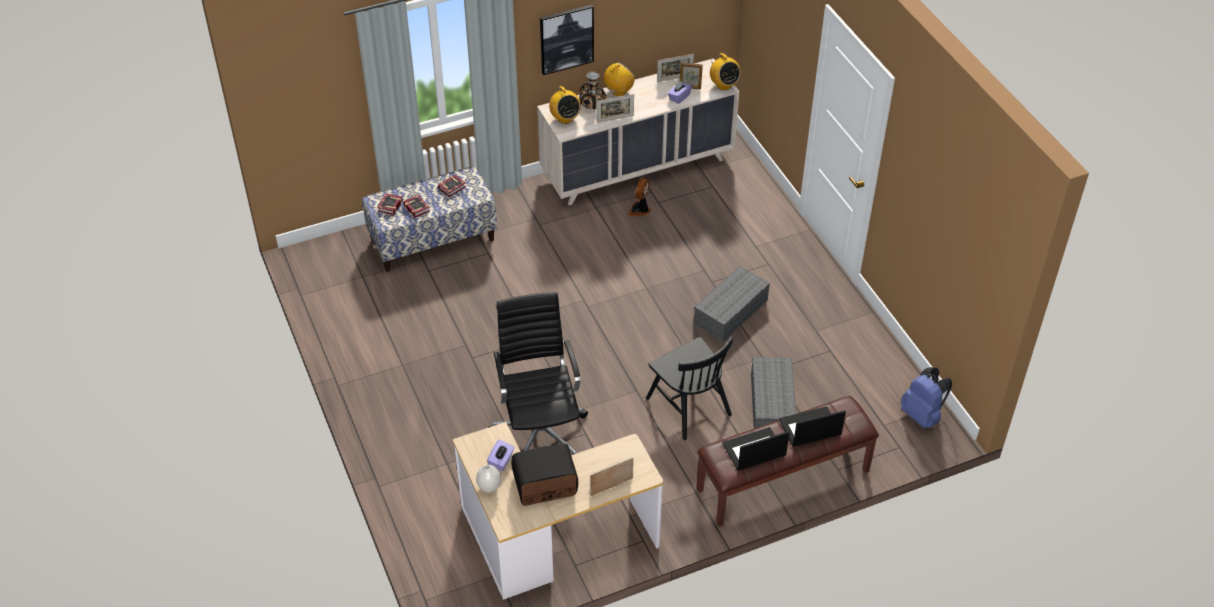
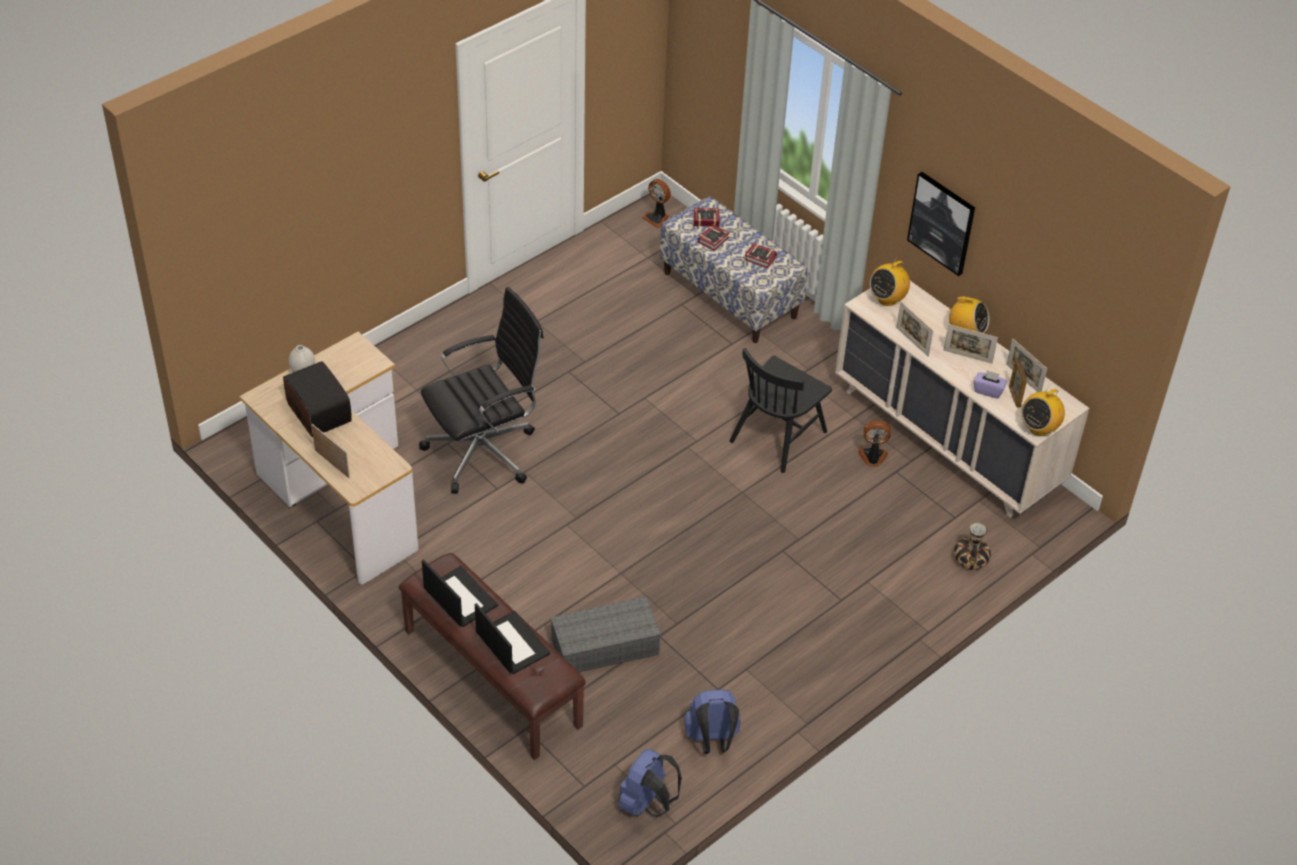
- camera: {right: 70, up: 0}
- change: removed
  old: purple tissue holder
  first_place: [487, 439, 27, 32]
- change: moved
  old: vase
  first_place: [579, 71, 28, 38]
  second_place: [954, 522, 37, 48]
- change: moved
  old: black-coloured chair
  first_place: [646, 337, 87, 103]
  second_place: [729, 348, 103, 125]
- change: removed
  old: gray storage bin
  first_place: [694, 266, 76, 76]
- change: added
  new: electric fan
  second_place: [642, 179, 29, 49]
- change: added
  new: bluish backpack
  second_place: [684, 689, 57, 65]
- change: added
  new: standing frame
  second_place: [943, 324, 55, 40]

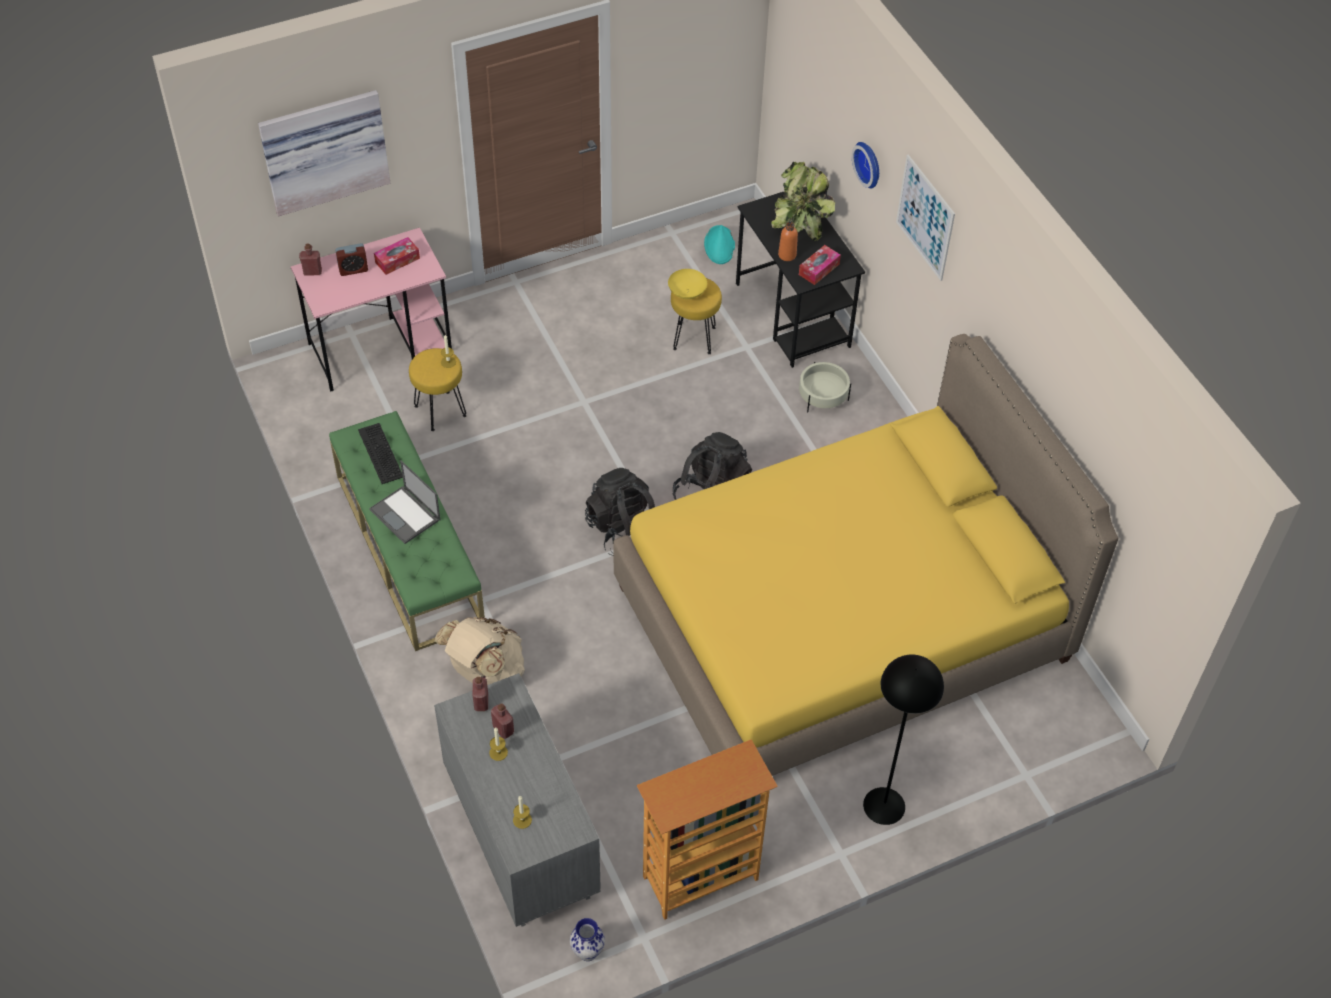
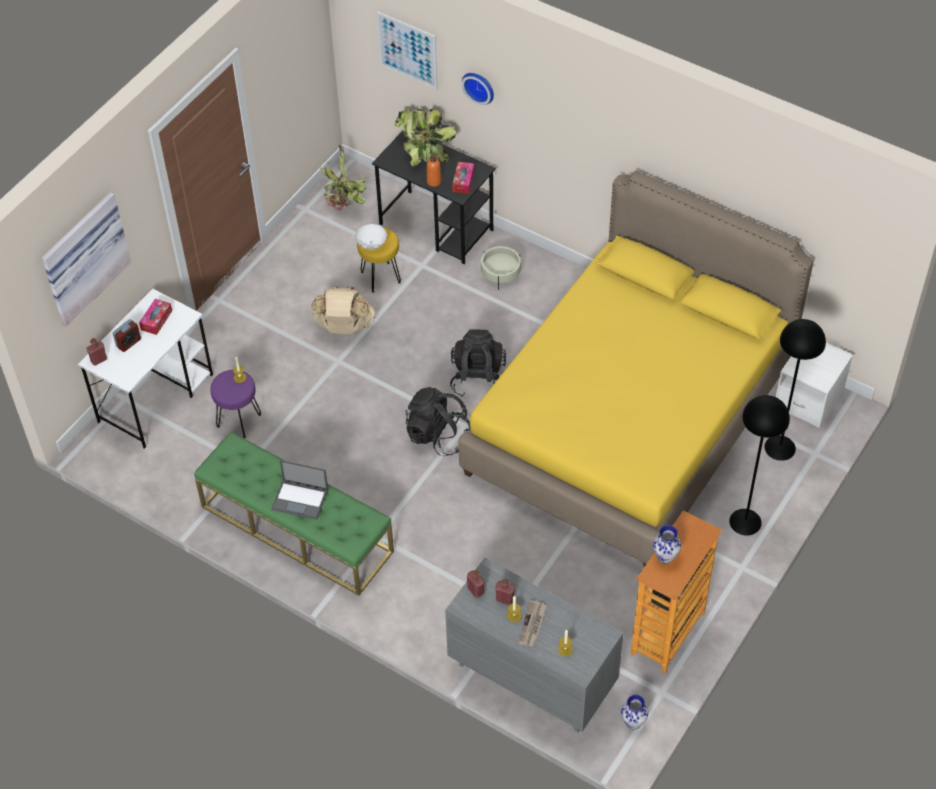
- camera: {right: -30, up: 0}
- change: recoloured
  old: pinkish desk
  new: white-coloured desk
  first_place: [291, 228, 161, 164]
  second_place: [78, 289, 135, 160]
- change: removed
  old: PC keyboard
  first_place: [358, 423, 45, 61]
- change: recoloured
  old: yellow stool
  new: purple stool
  first_place: [409, 348, 57, 83]
  second_place: [210, 370, 51, 68]
- change: moved
  old: beige backpack
  first_place: [434, 617, 91, 68]
  second_place: [311, 286, 64, 48]
- change: recoloured
  old: yellow bowl
  new: white-coloured bowl
  first_place: [668, 269, 39, 30]
  second_place: [355, 224, 32, 25]
- change: replaced
  old: turquoise-coloured hat
  new: potted plant
  first_place: [704, 225, 31, 39]
  second_place: [319, 145, 48, 66]
- change: moved
  old: wall art
  first_place: [896, 154, 59, 127]
  second_place: [377, 11, 61, 78]
- change: added
  new: newspaper
  second_place: [518, 600, 29, 46]
- change: added
  new: vase
  second_place: [653, 525, 28, 39]
- change: added
  new: black-coloured standard lamp
  second_place: [764, 319, 62, 142]
- change: added
  new: white-coloured bedside table
  second_place: [776, 343, 77, 85]

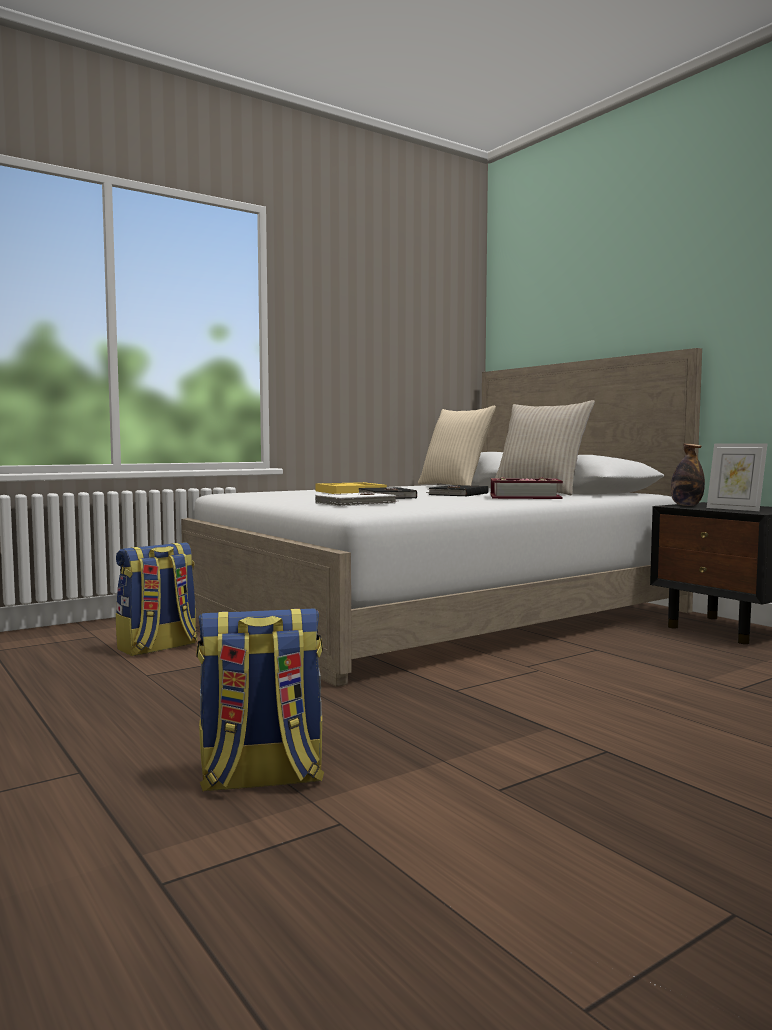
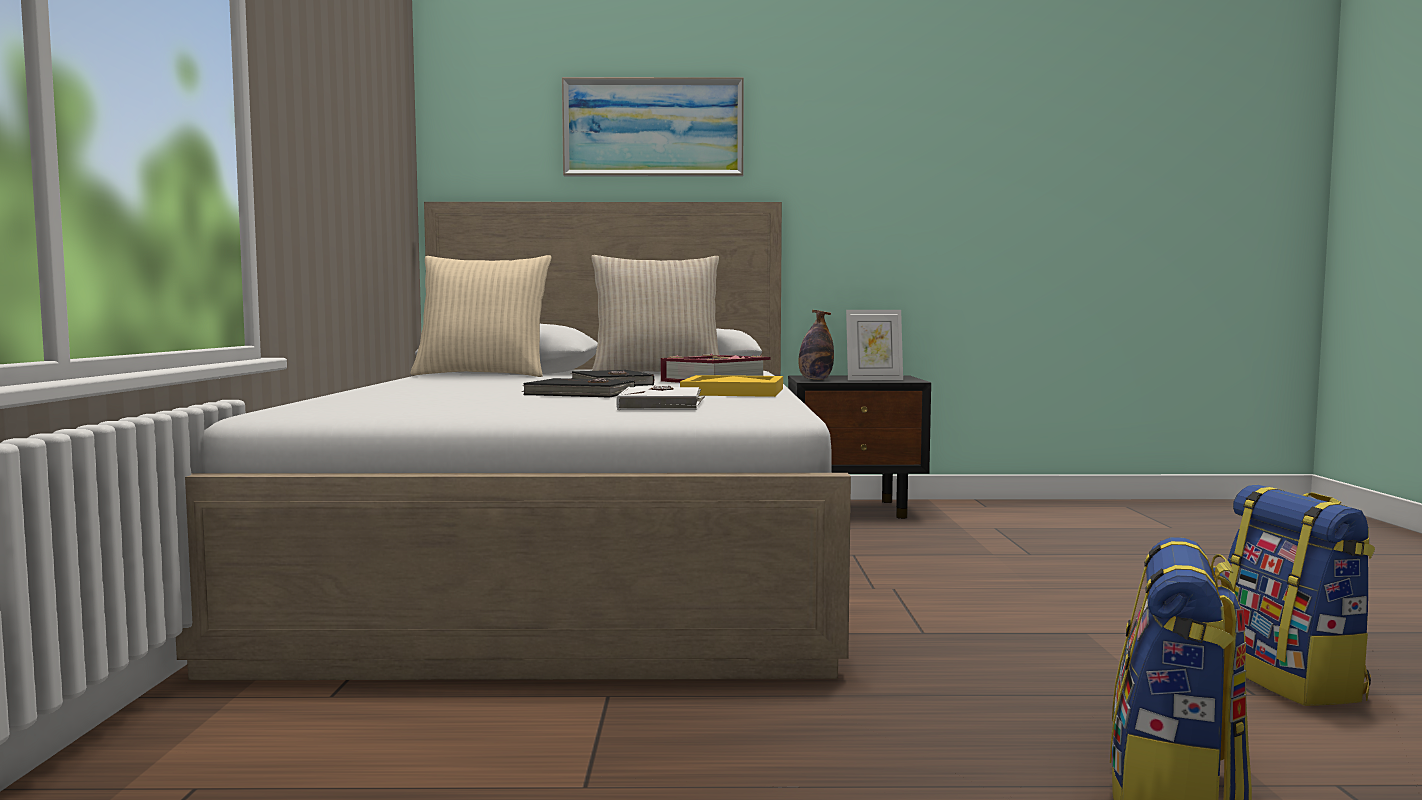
- camera: {right: -55, up: 0}
- change: moved
  old: backpack
  first_place: [116, 542, 82, 114]
  second_place: [1224, 485, 151, 221]
- change: moved
  old: yellow serving tray
  first_place: [315, 482, 72, 12]
  second_place: [680, 375, 103, 22]
- change: added
  new: wall art
  second_place: [562, 77, 182, 100]

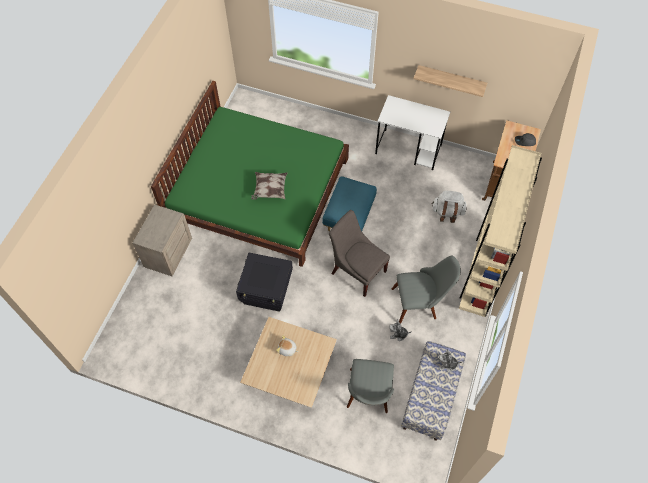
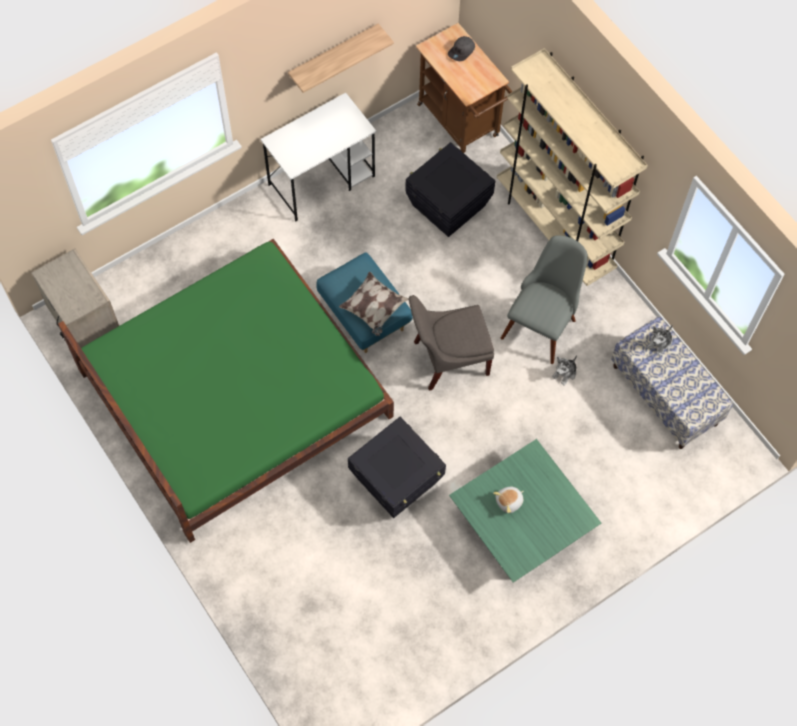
- camera: {right: -55, up: 5}
- change: moved
  old: beige bedside table
  first_place: [133, 204, 59, 72]
  second_place: [31, 249, 88, 99]
- change: recoloured
  old: beige coffee table
  new: green-coloured coffee table
  first_place: [240, 317, 97, 91]
  second_place: [449, 439, 152, 144]
- change: moved
  old: throw pillow
  first_place: [251, 172, 36, 28]
  second_place: [339, 271, 70, 65]
- change: removed
  old: gray chair
  first_place: [347, 359, 47, 54]
- change: replaced
  old: white-coloured backpack
  new: black-coloured storage bin
  first_place: [431, 191, 36, 32]
  second_place: [405, 142, 90, 95]

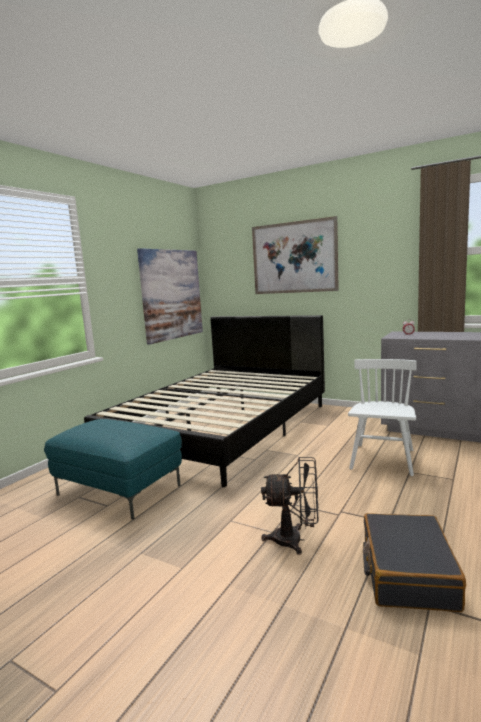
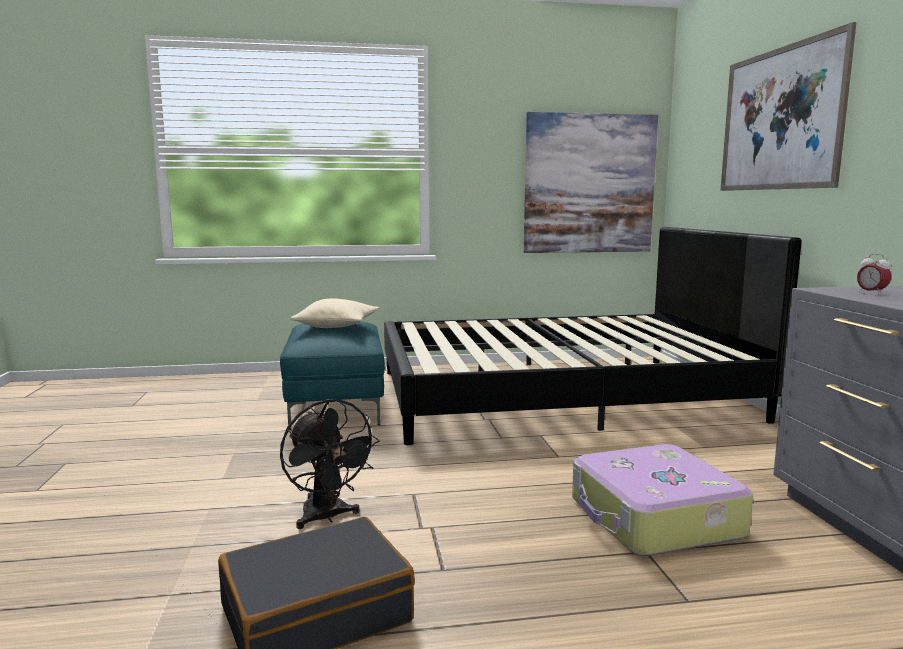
- camera: {right: 50, up: 0}
- change: replaced
  old: white-coloured chair
  new: travel case
  first_place: [348, 359, 69, 117]
  second_place: [572, 444, 181, 112]
- change: added
  new: beige throw pillow
  second_place: [290, 298, 89, 30]

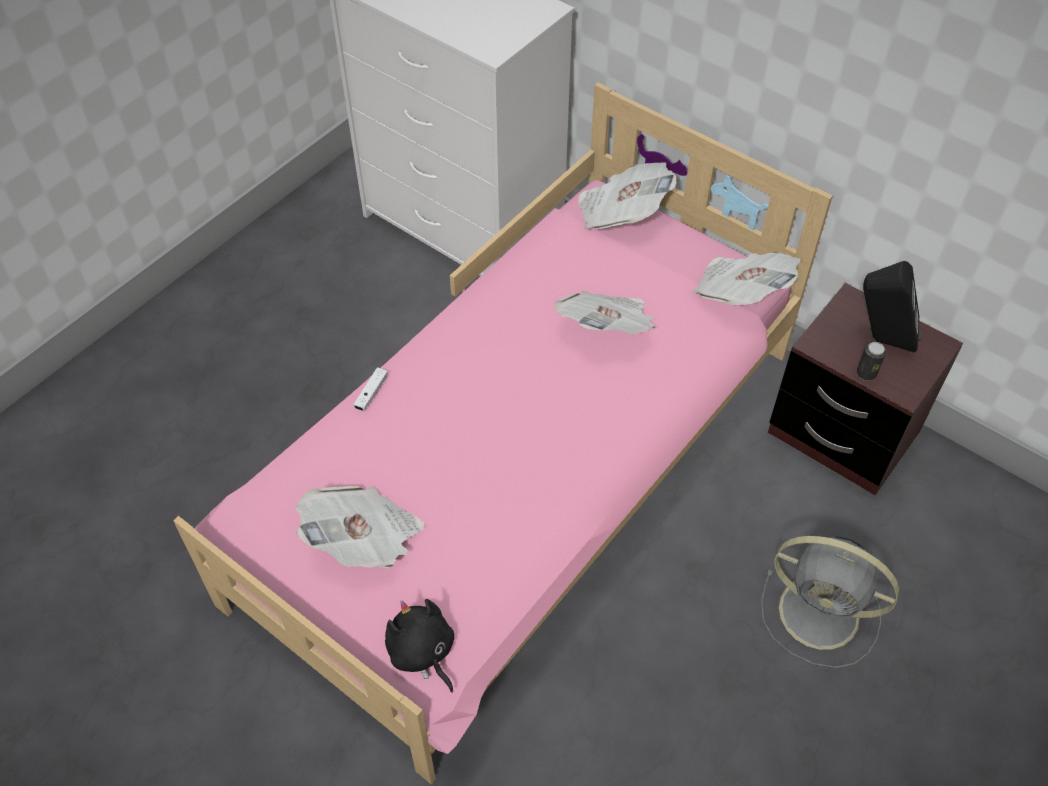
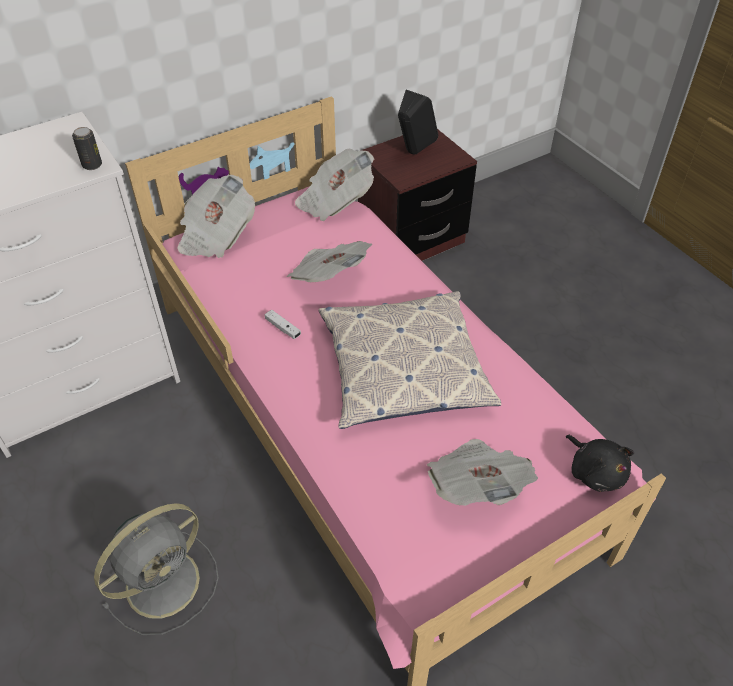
- camera: {right: -70, up: -5}
- change: moved
  old: white-coloured joypad
  first_place: [354, 367, 34, 44]
  second_place: [265, 310, 36, 29]
- change: turned
  old: black-coloured cuddly toy
  first_place: [385, 599, 69, 94]
  second_place: [566, 434, 68, 58]
  degrees: -105
- change: moved
  old: gray electric fan
  first_place: [761, 536, 138, 132]
  second_place: [94, 503, 125, 132]
- change: moved
  old: sealed can
  first_place: [857, 342, 29, 38]
  second_place: [72, 127, 30, 43]
- change: added
  new: throw pillow
  second_place: [318, 291, 183, 138]

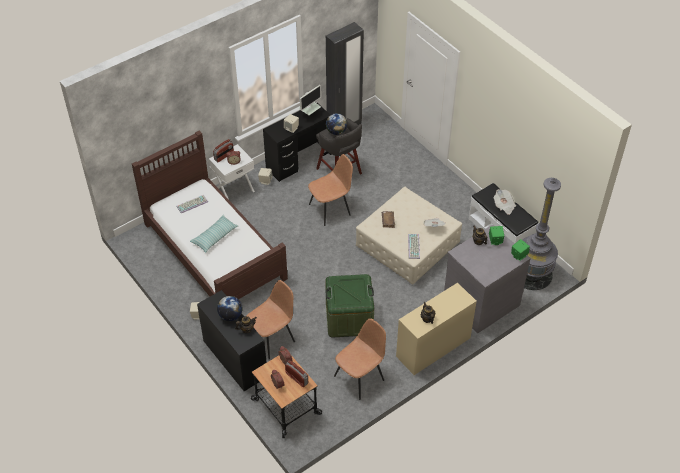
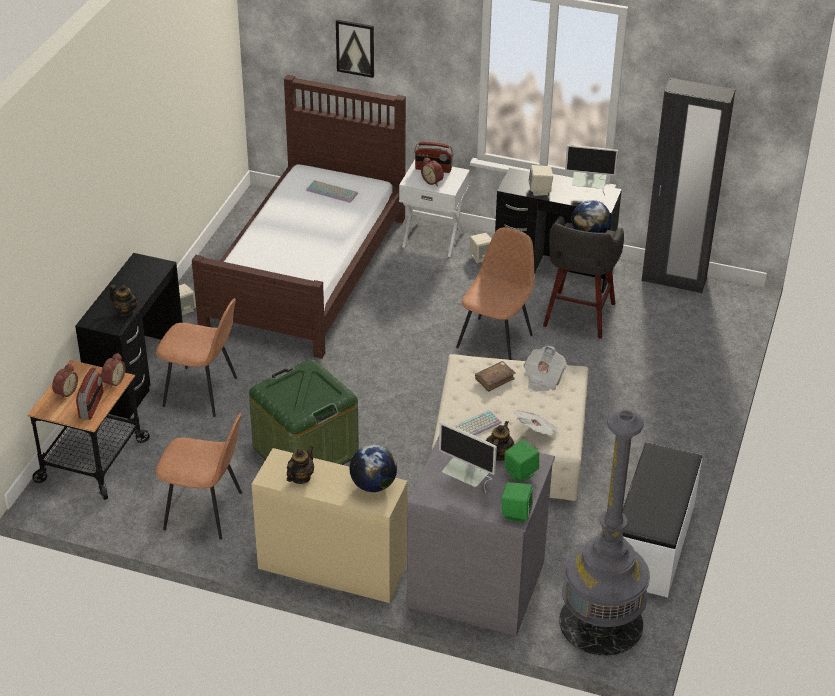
- camera: {right: 55, up: -10}
- change: removed
  old: throw pillow
  first_place: [190, 215, 48, 38]
- change: moved
  old: world globe
  first_place: [217, 296, 26, 25]
  second_place: [350, 445, 47, 47]
- change: turned
  old: brown chair
  first_place: [308, 154, 45, 72]
  second_place: [456, 228, 79, 132]
  degrees: -90
- change: moved
  old: newspaper
  first_place: [494, 189, 22, 26]
  second_place: [524, 346, 43, 46]
- change: added
  new: wall art
  second_place: [336, 20, 38, 58]
- change: added
  new: monitor
  second_place: [439, 422, 58, 71]

